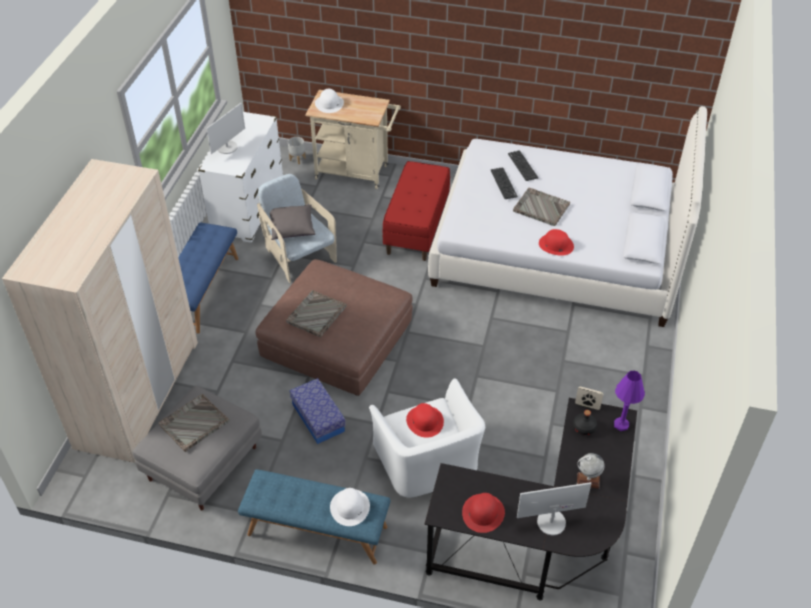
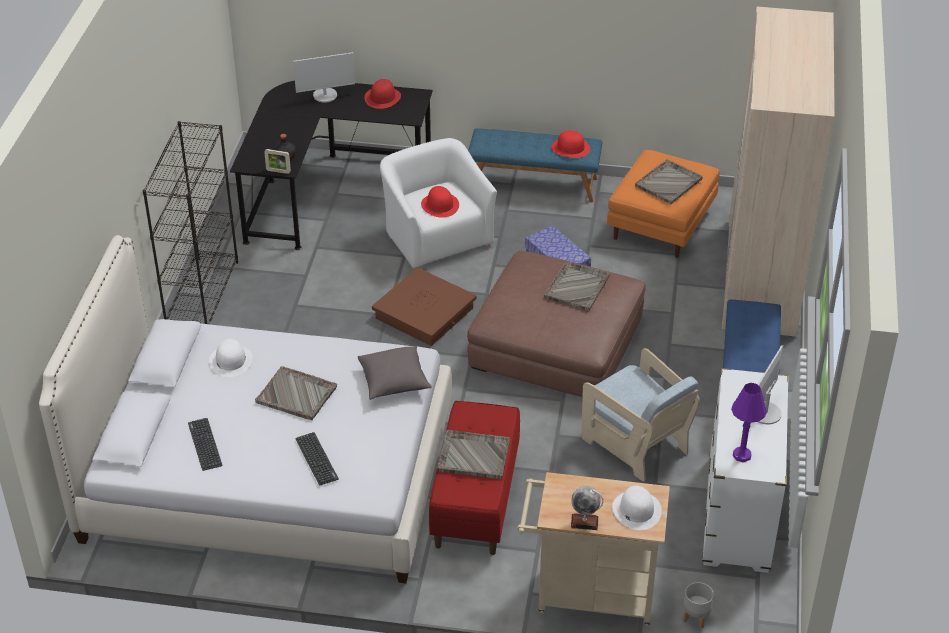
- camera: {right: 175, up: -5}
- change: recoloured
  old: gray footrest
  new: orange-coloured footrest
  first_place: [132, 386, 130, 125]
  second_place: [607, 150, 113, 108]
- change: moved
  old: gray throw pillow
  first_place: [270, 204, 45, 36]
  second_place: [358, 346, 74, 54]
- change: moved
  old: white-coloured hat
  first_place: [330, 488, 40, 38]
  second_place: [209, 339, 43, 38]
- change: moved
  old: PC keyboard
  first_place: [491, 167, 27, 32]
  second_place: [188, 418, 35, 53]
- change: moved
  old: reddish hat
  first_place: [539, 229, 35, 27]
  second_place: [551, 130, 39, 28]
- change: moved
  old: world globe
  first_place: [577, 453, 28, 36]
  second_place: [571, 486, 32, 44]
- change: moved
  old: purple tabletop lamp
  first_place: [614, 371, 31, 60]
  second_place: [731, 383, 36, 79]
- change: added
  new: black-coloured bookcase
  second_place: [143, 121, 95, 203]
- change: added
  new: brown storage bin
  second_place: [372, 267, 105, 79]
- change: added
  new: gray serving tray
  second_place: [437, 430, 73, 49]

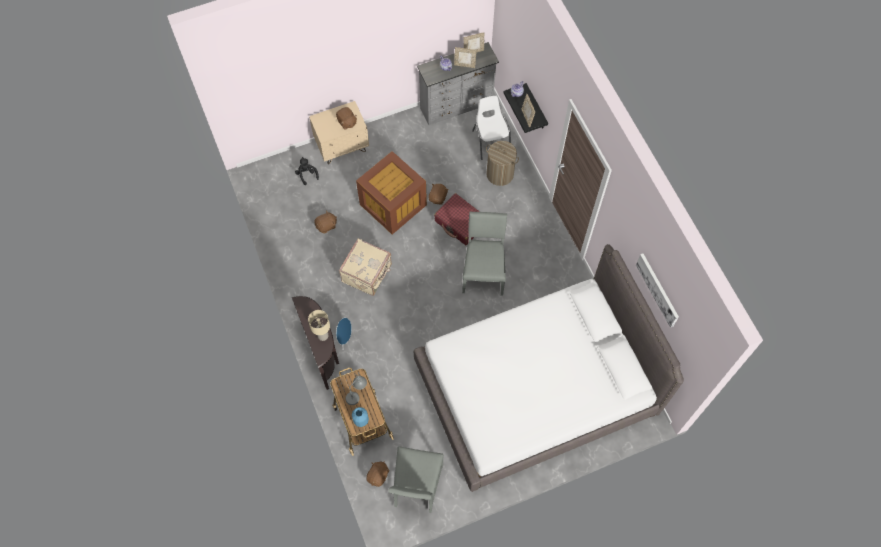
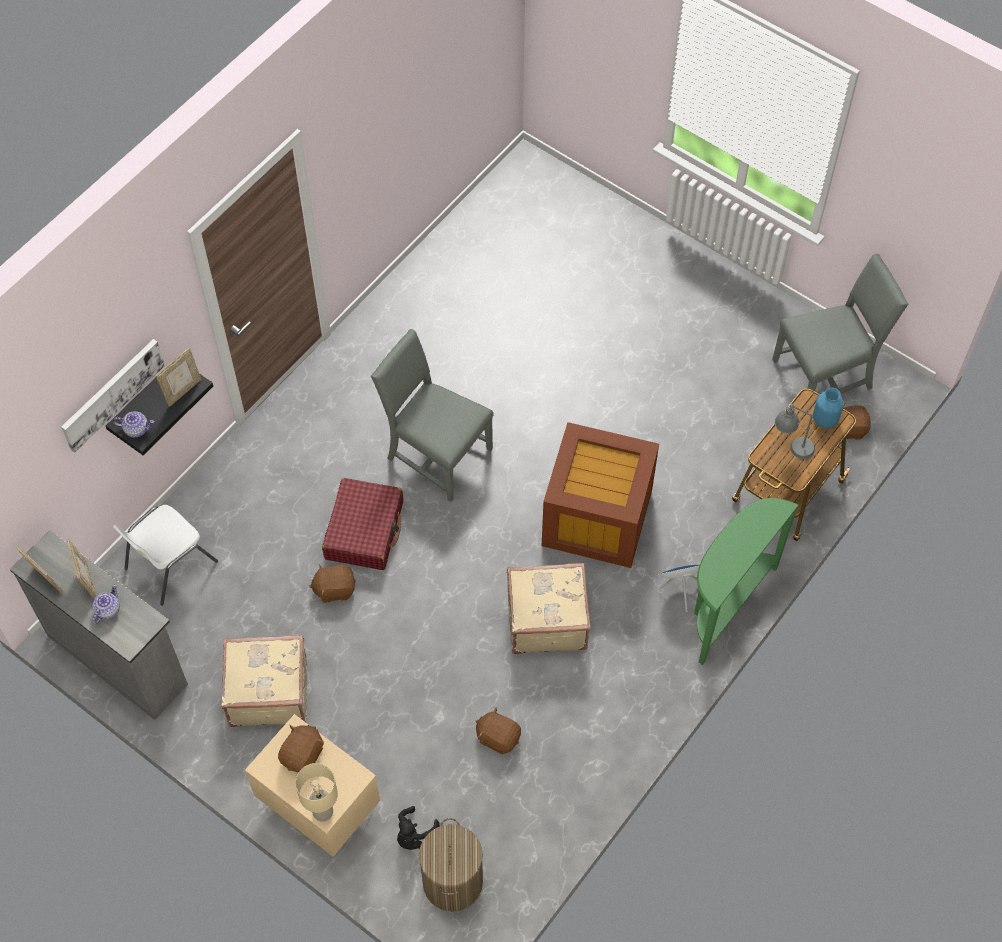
- camera: {right: -120, up: -5}
- change: recoloured
  old: brown hall table
  new: green-coloured hall table
  first_place: [292, 296, 47, 94]
  second_place: [694, 498, 105, 167]
- change: moved
  old: beige tabletop lamp
  first_place: [308, 310, 22, 31]
  second_place: [295, 763, 43, 59]
- change: moved
  old: brown storage bin
  first_place: [356, 151, 71, 83]
  second_place: [542, 422, 117, 146]
- change: removed
  old: white-coloured sleeping bed
  first_place: [414, 244, 270, 247]
- change: turned
  old: gray chair
  first_place: [462, 212, 45, 84]
  second_place: [371, 329, 123, 173]
  degrees: 60
- change: moved
  old: washing basket
  first_place: [486, 141, 33, 45]
  second_place: [419, 818, 64, 94]
- change: moved
  old: wall art
  first_place: [636, 254, 43, 74]
  second_place: [61, 339, 104, 114]
- change: added
  new: beige travel case
  second_place: [221, 635, 86, 92]

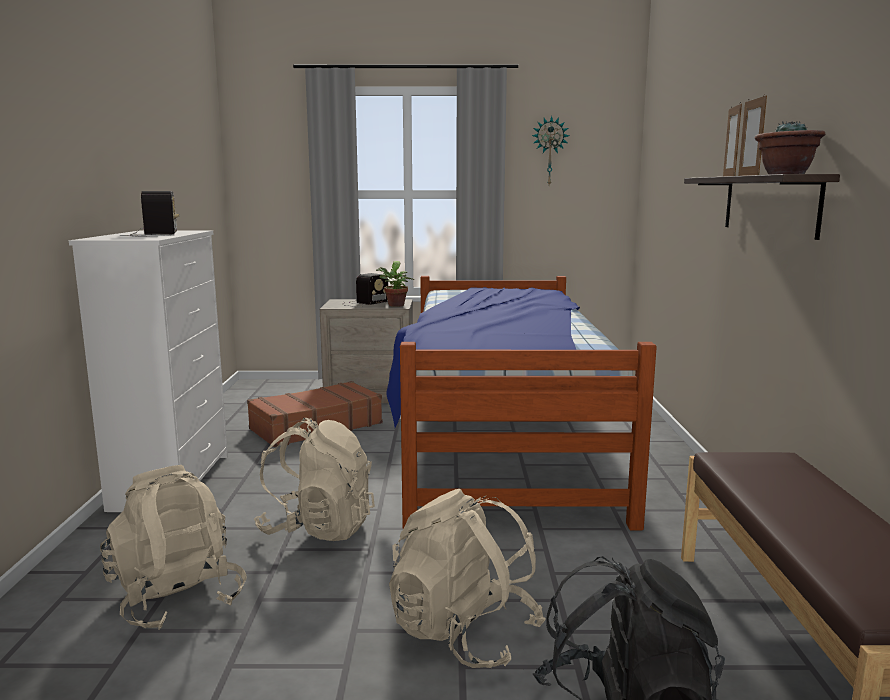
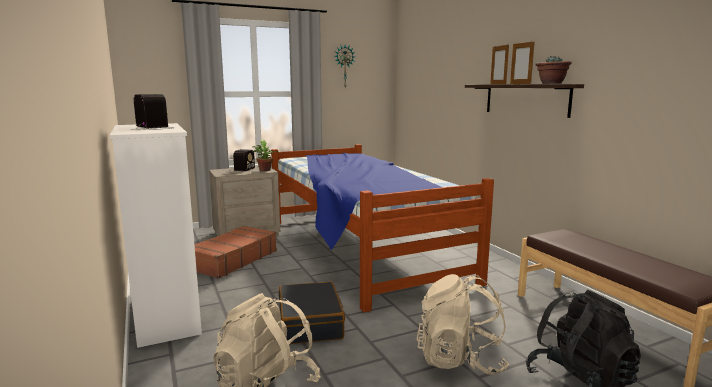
- camera: {right: -25, up: 0}
- change: replaced
  old: beige backpack
  new: black-coloured travel case
  first_place: [254, 418, 121, 123]
  second_place: [278, 281, 67, 63]

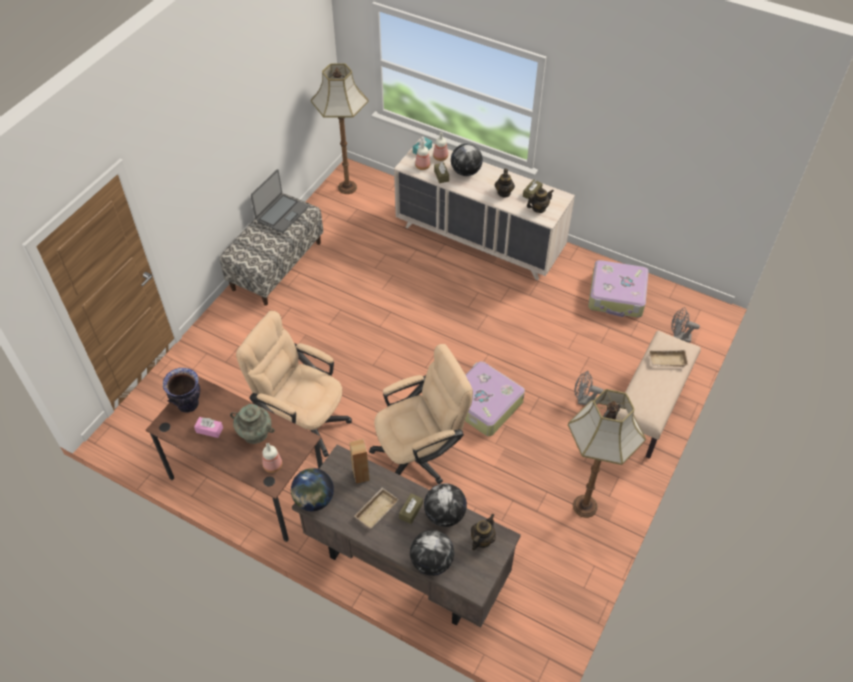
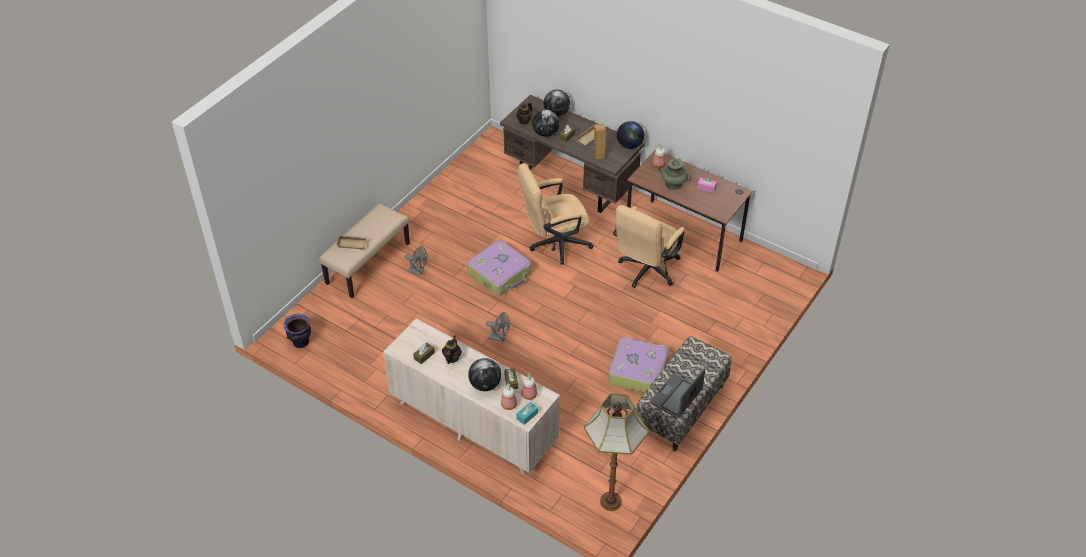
- camera: {right: -175, up: -5}
- change: moved
  old: vase
  first_place: [163, 368, 37, 45]
  second_place: [284, 314, 27, 34]
- change: turned
  old: beige office chair
  first_place: [236, 311, 116, 146]
  second_place: [613, 205, 71, 83]
  degrees: 90
- change: removed
  old: tea pot
  first_place: [527, 188, 27, 25]
- change: removed
  old: standard lamp
  first_place: [568, 389, 78, 129]
- change: moved
  old: travel case
  first_place: [588, 260, 61, 57]
  second_place: [608, 337, 61, 56]
- change: moved
  old: gray electric fan
  first_place: [671, 307, 29, 36]
  second_place: [486, 312, 24, 30]

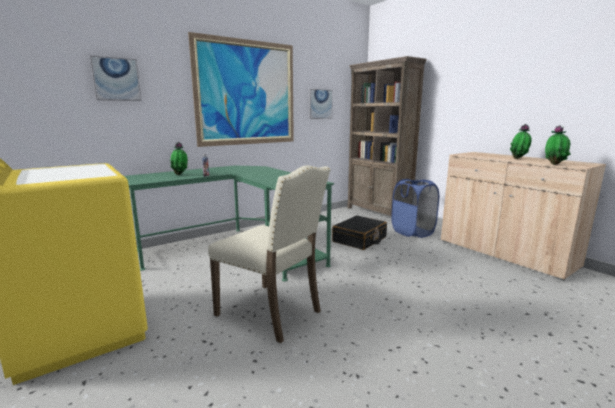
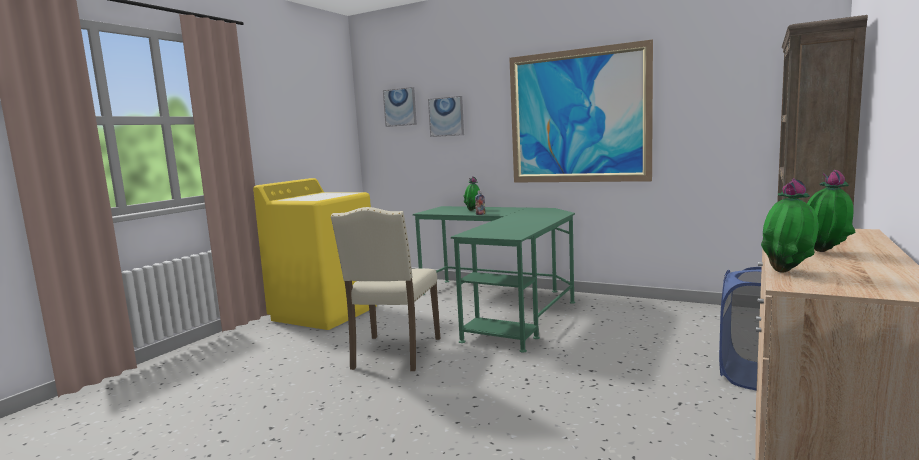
- camera: {right: 65, up: -5}
- change: moved
  old: wall art
  first_place: [309, 89, 24, 30]
  second_place: [383, 87, 34, 40]
- change: removed
  old: black-coloured travel case
  first_place: [332, 216, 55, 34]

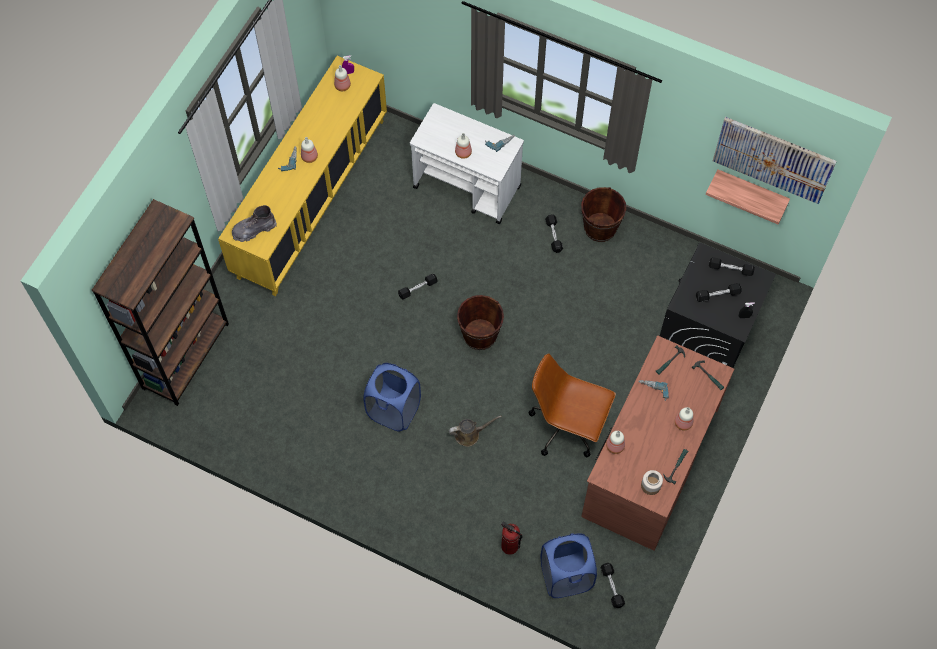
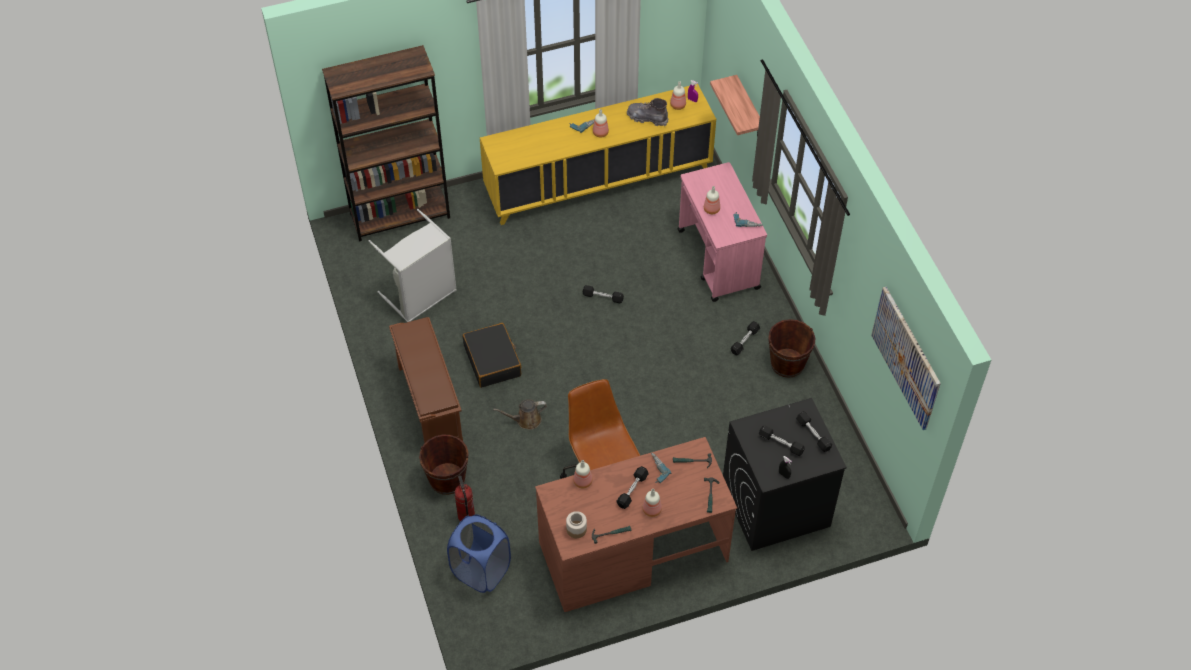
- camera: {right: 45, up: -10}
- change: moved
  old: gray tall boot
  first_place: [232, 205, 45, 37]
  second_place: [627, 98, 42, 28]
- change: replaced
  old: bluish washing basket
  new: black-coloured travel case
  first_place: [363, 363, 58, 69]
  second_place: [462, 323, 60, 65]
- change: recoloured
  old: white-coloured trolley
  new: pinkish trolley
  first_place: [410, 103, 114, 121]
  second_place: [678, 162, 89, 140]
- change: turned
  old: brown sprinkling can
  first_place: [449, 415, 53, 32]
  second_place: [493, 399, 54, 31]
  degrees: 135
- change: moved
  old: brown water bucket
  first_place: [457, 295, 47, 55]
  second_place: [419, 435, 50, 60]
- change: moved
  old: black-coloured dumbbell
  first_place: [601, 563, 24, 45]
  second_place: [616, 466, 33, 43]
- change: moved
  old: shelf
  first_place: [706, 169, 84, 55]
  second_place: [710, 75, 50, 61]
- change: added
  new: gray washing basket
  second_place: [368, 209, 89, 113]
- change: added
  new: brown shoe stand
  second_place: [389, 317, 74, 127]

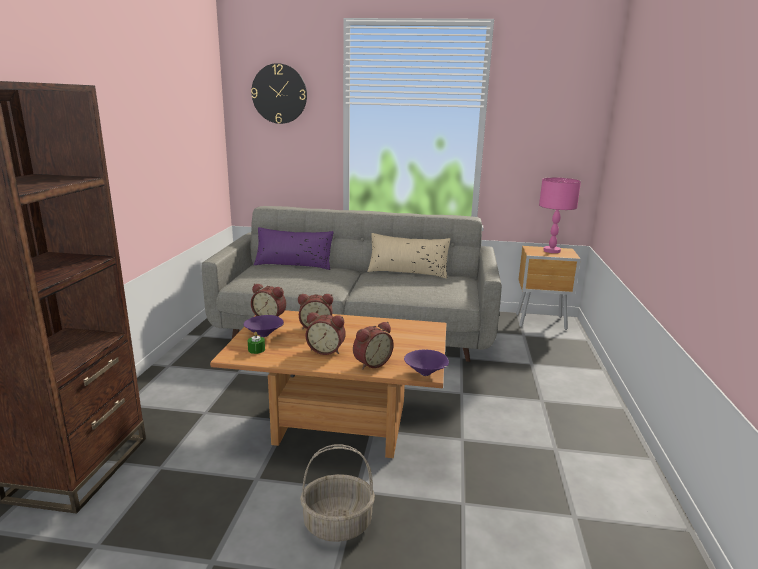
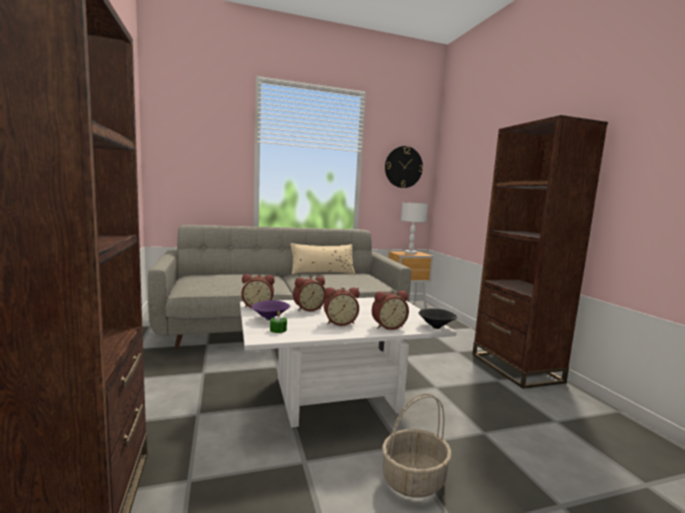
- camera: {right: -25, up: -10}
- change: recoloured
  old: brown coffee table
  new: white-coloured coffee table
  first_place: [210, 310, 237, 148]
  second_place: [240, 297, 217, 131]
- change: moved
  old: clock on the wall
  first_place: [251, 63, 56, 61]
  second_place: [385, 146, 38, 42]
- change: removed
  old: purple throw pillow
  first_place: [254, 227, 80, 43]
- change: turned
  old: table clock
  first_place: [353, 322, 41, 48]
  second_place: [372, 291, 37, 39]
  degrees: 45
- change: recoloured
  old: purple bowl
  new: black-coloured bowl
  first_place: [404, 350, 45, 26]
  second_place: [418, 309, 40, 20]
- change: recoloured
  old: pinkish tabletop lamp
  new: white-coloured tabletop lamp
  first_place: [539, 177, 42, 76]
  second_place: [401, 202, 27, 52]
- change: added
  new: brown bookcase
  second_place: [472, 115, 136, 274]

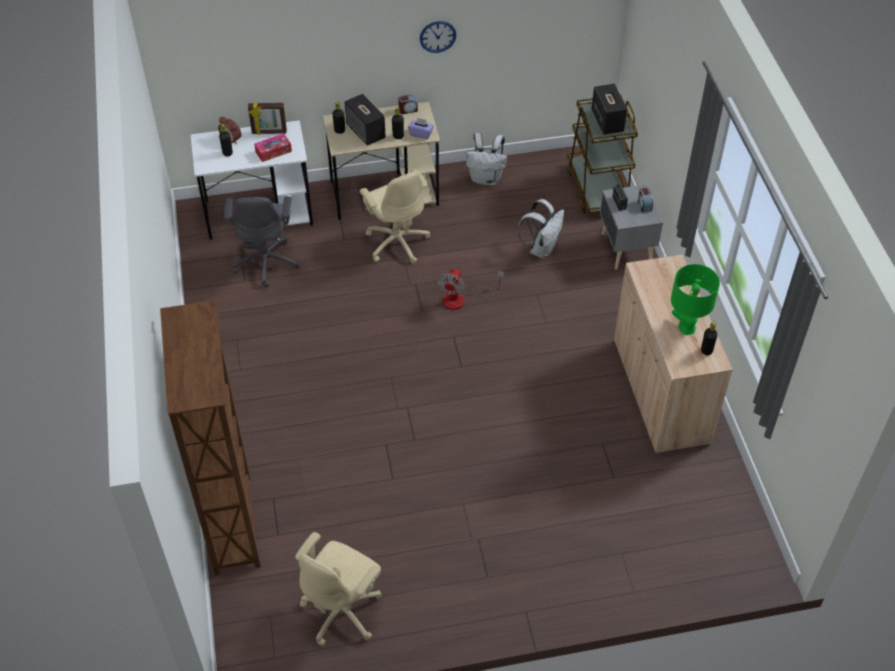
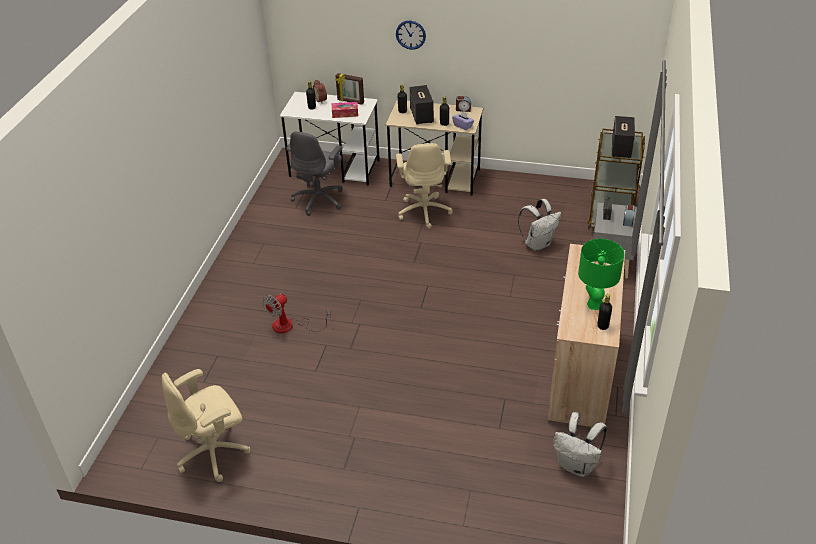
- camera: {right: 25, up: -10}
- change: removed
  old: brown bookcase
  first_place: [160, 300, 101, 275]
- change: moved
  old: clock on the wall
  first_place: [420, 21, 36, 32]
  second_place: [396, 21, 30, 29]
- change: moved
  old: electric fan
  first_place: [438, 268, 66, 42]
  second_place: [262, 294, 69, 39]
- change: moved
  old: white-coloured backpack
  first_place: [466, 133, 41, 52]
  second_place: [553, 412, 54, 65]

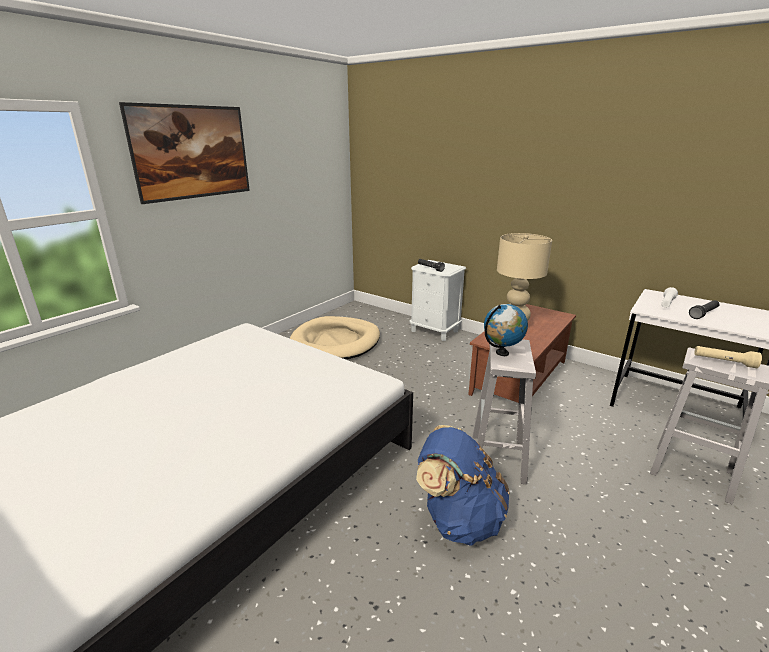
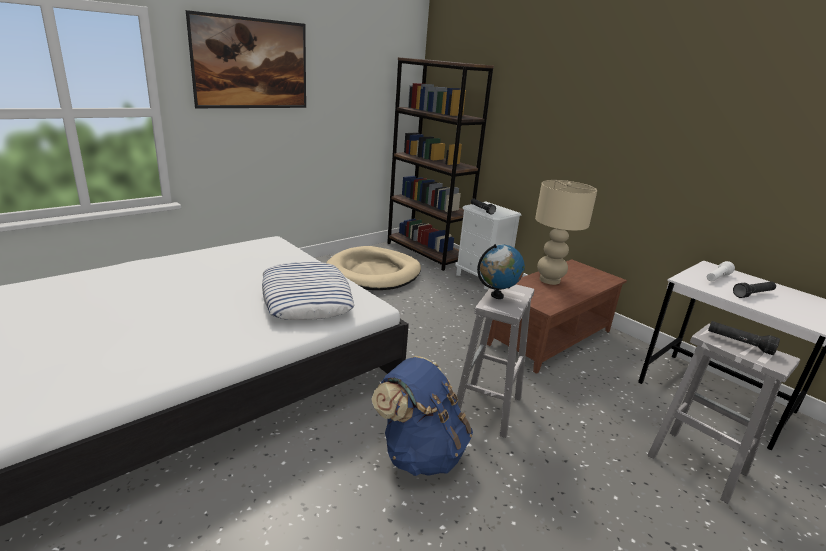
- camera: {right: 10, up: 0}
- change: recoloured
  old: beige hand torch
  new: black-coloured hand torch
  first_place: [695, 346, 67, 22]
  second_place: [708, 321, 72, 34]
- change: added
  new: throw pillow
  second_place: [262, 262, 93, 58]
- change: added
  new: brown bookcase
  second_place: [387, 57, 107, 214]

